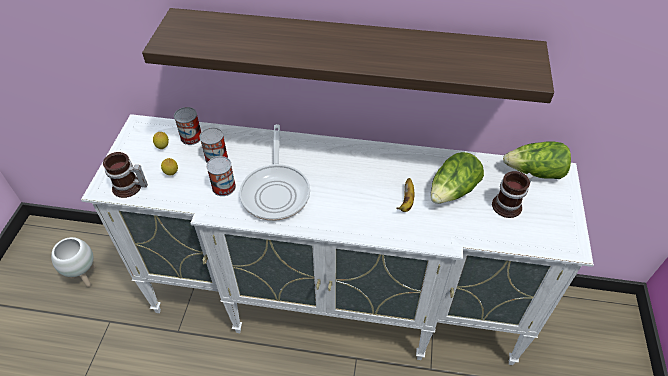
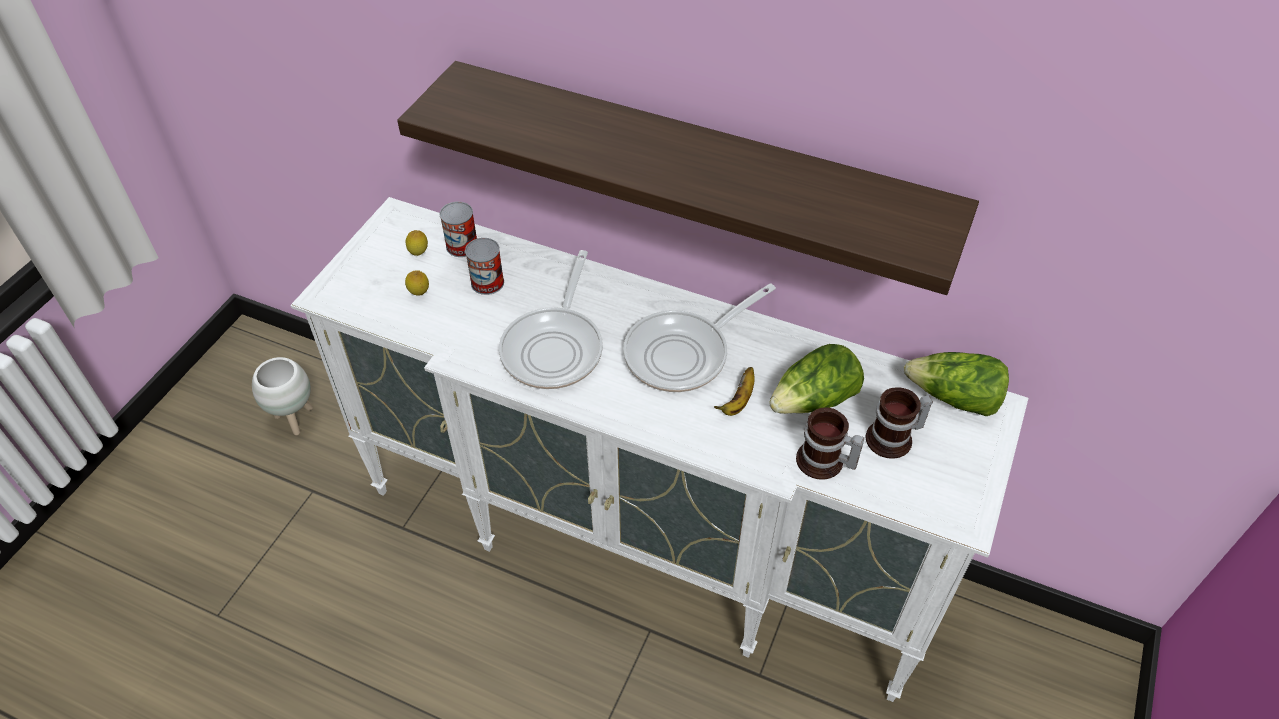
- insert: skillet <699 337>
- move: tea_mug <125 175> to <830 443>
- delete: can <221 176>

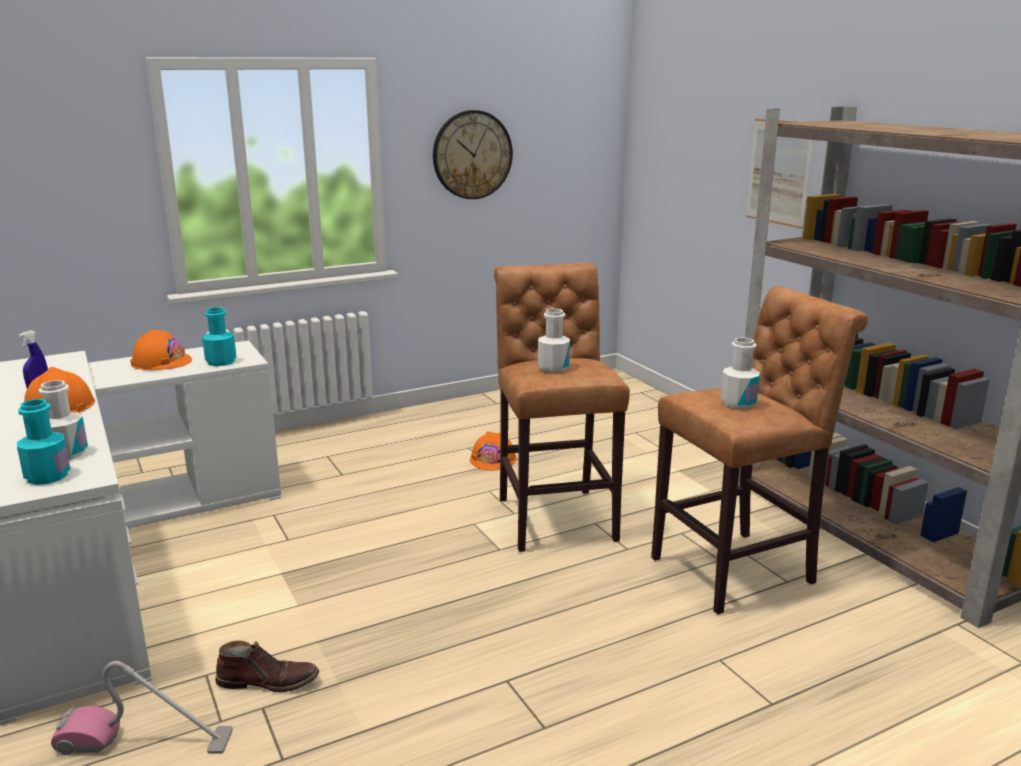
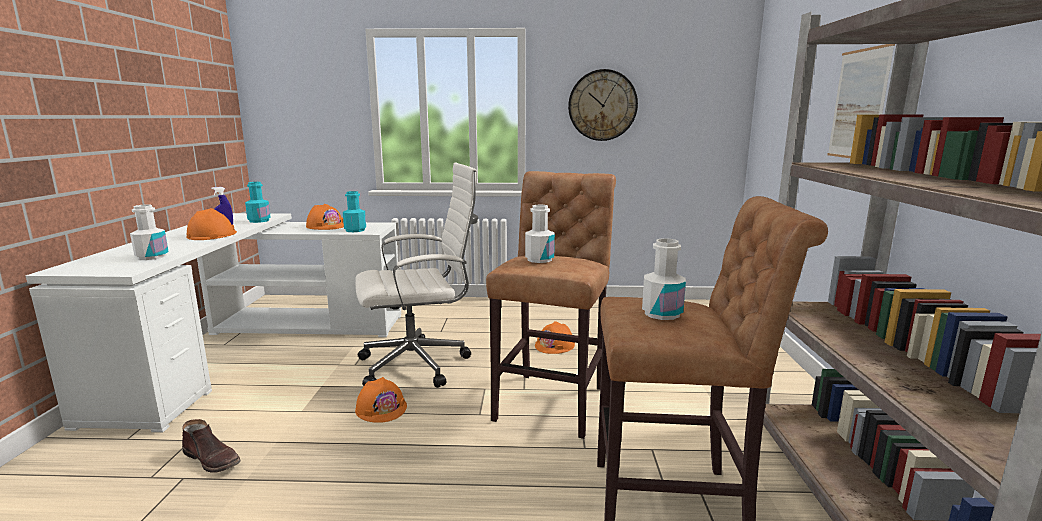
- move: turquoise-coloured_drink_bottle <43 442> to <258 202>
- insert: whitish_office_chair <416 275>
- insert: orangey_work_helmet <381 400>
- delete: vacuum_cleaner <142 708>

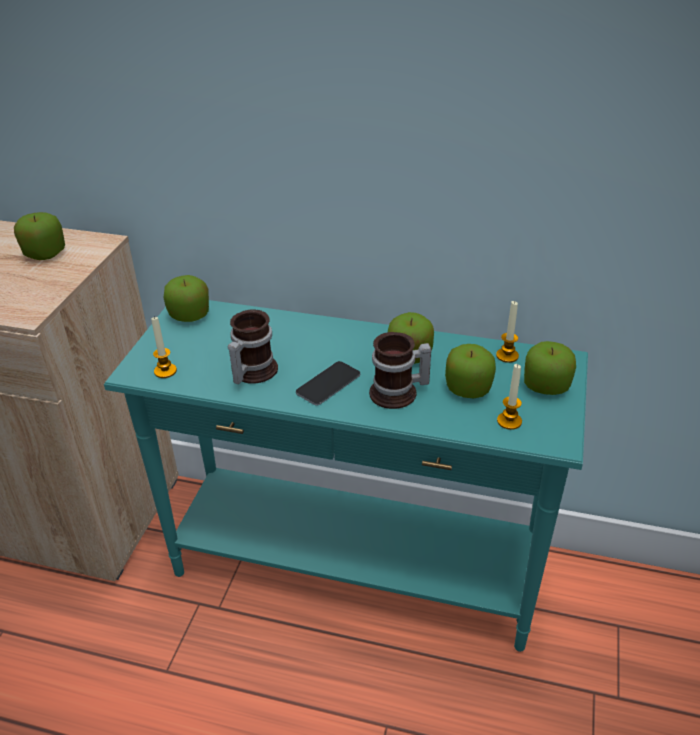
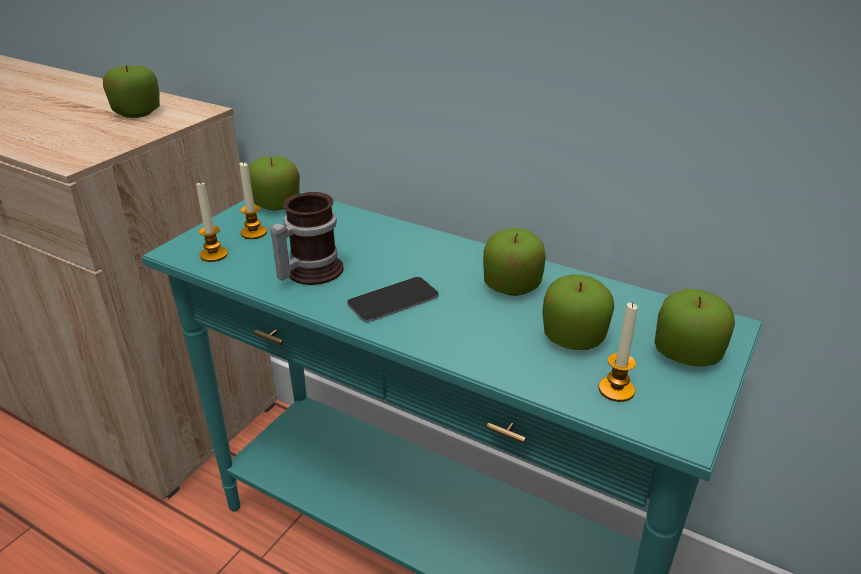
- move: wax_candle <507 332> to <253 200>
- delete: tea_mug <400 370>

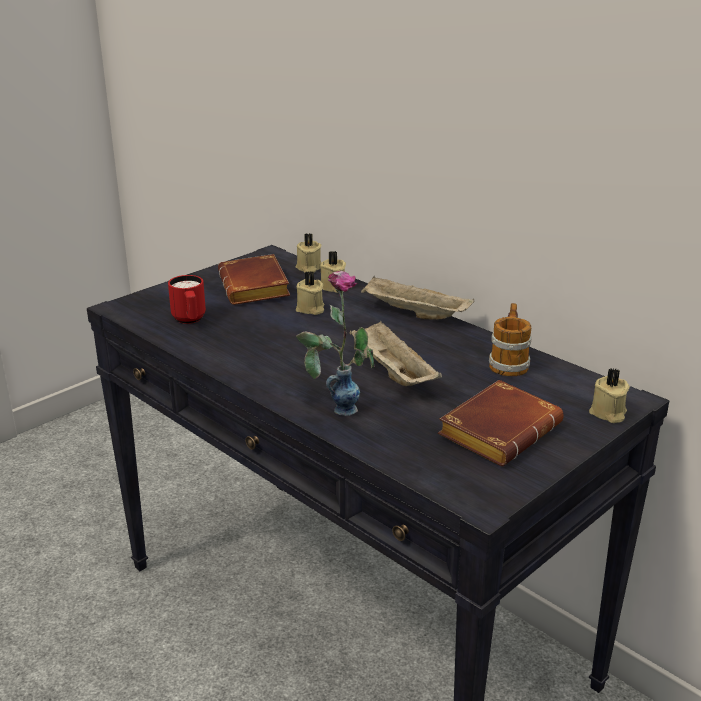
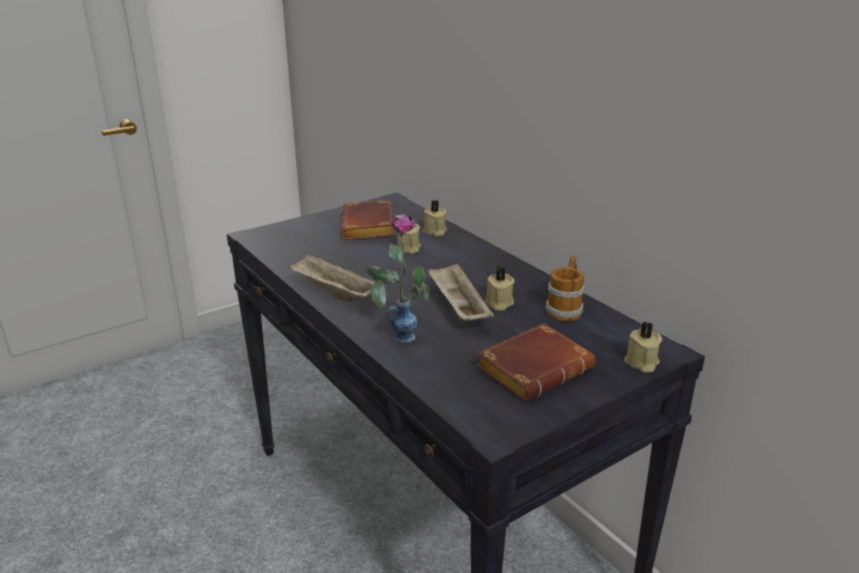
- move: sand-coloured_carrying_tray <417 298> to <331 277>
- move: sand-coloured_wax_candle <308 253> to <500 289>
- delete: reddish_tea_mug <187 299>

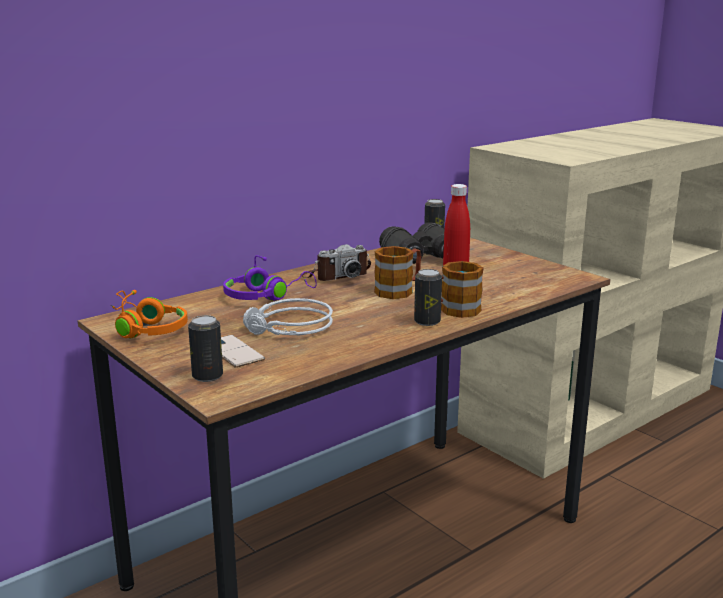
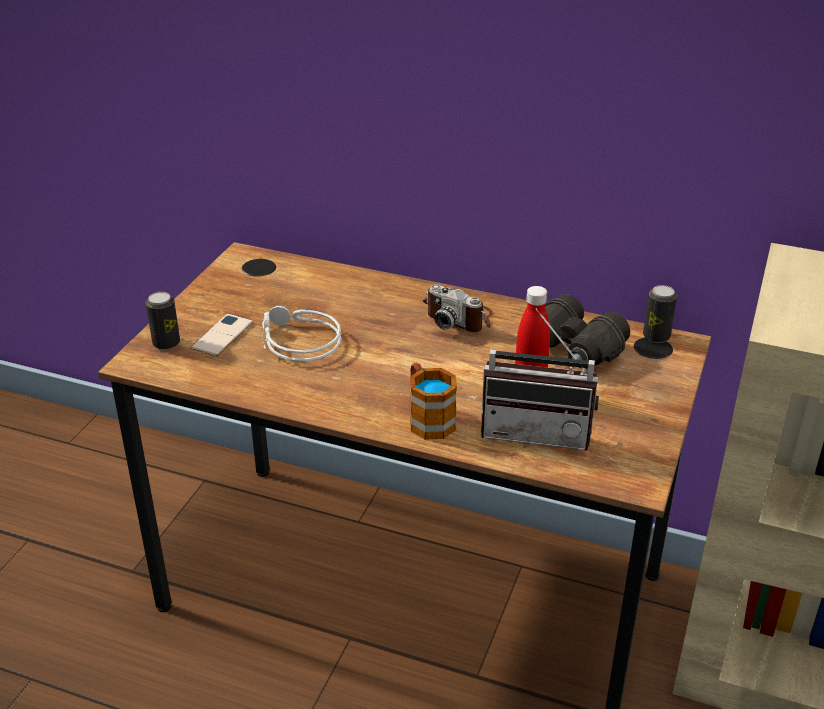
- insert: radio_receiver <540 379>
- delete: orangey_headphones <149 314>
- delete: purple-coloured_headphones <270 278>
- delete: tea_mug <397 272>
- delete: can <428 297>

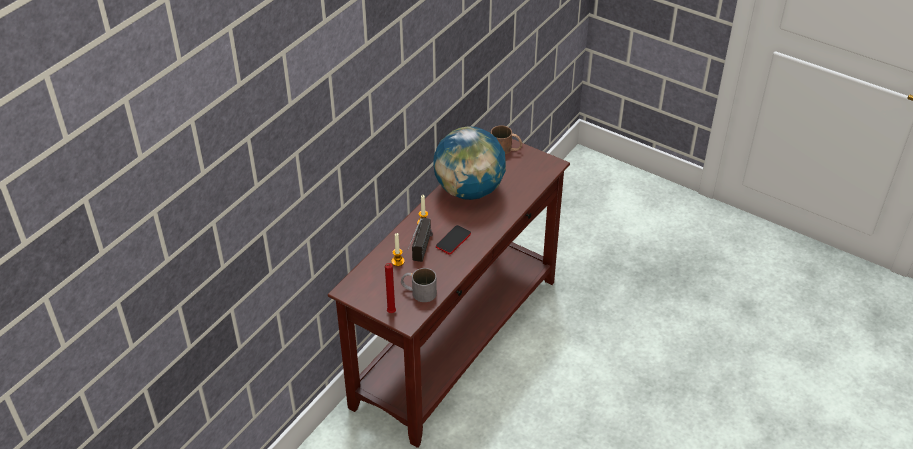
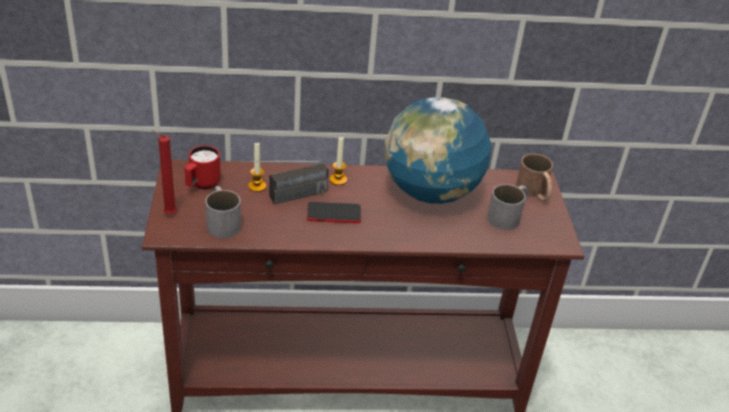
- insert: reddish_tea_mug <202 167>
- insert: gray_tea_mug <507 207>

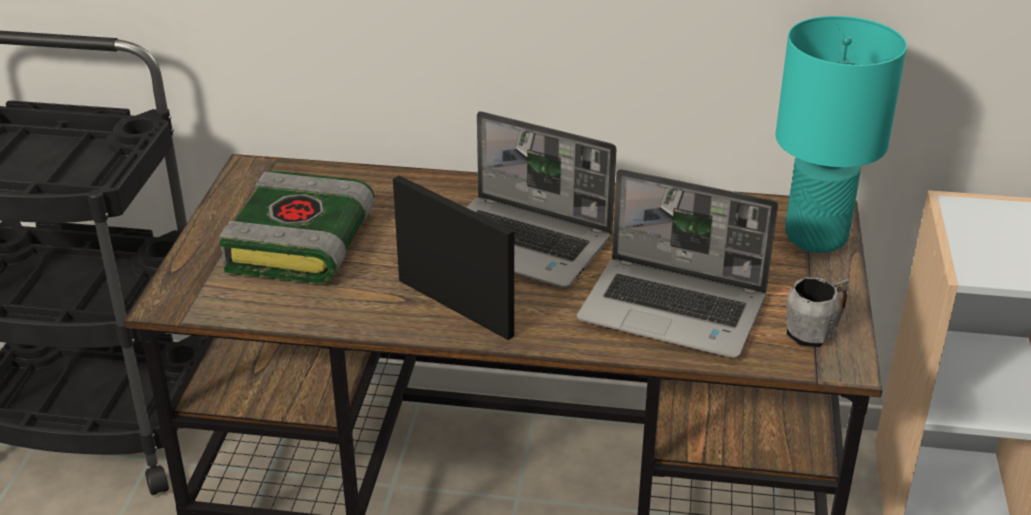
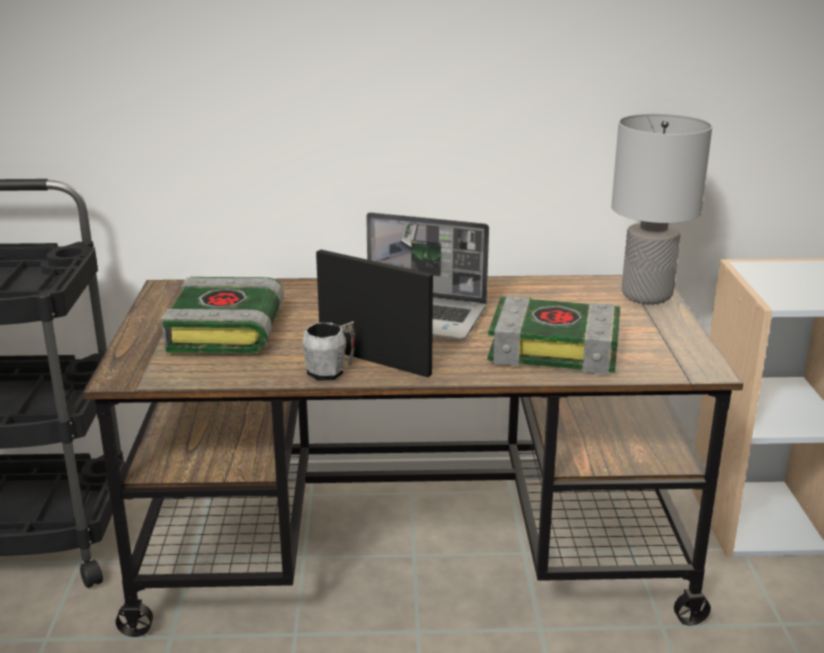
- move: gray_tea_mug <818 312> to <328 350>
- replace: laptop <677 263> to book <553 335>
- recolor: turquoise-coloured_tabletop_lamp <841 134> to gray_tabletop_lamp <661 209>

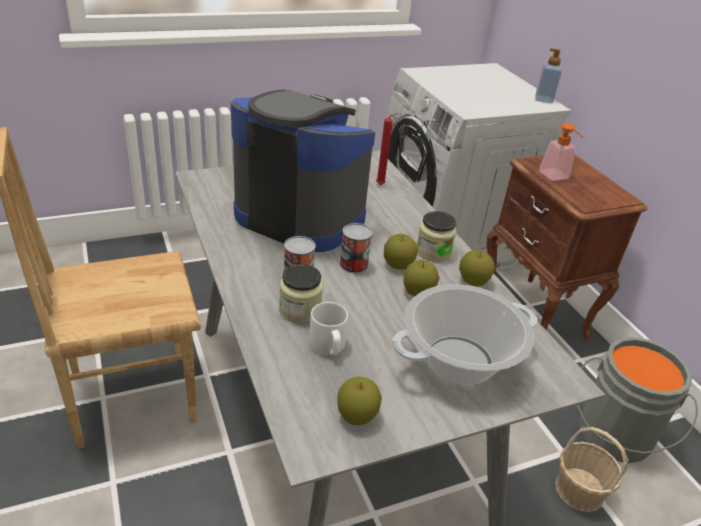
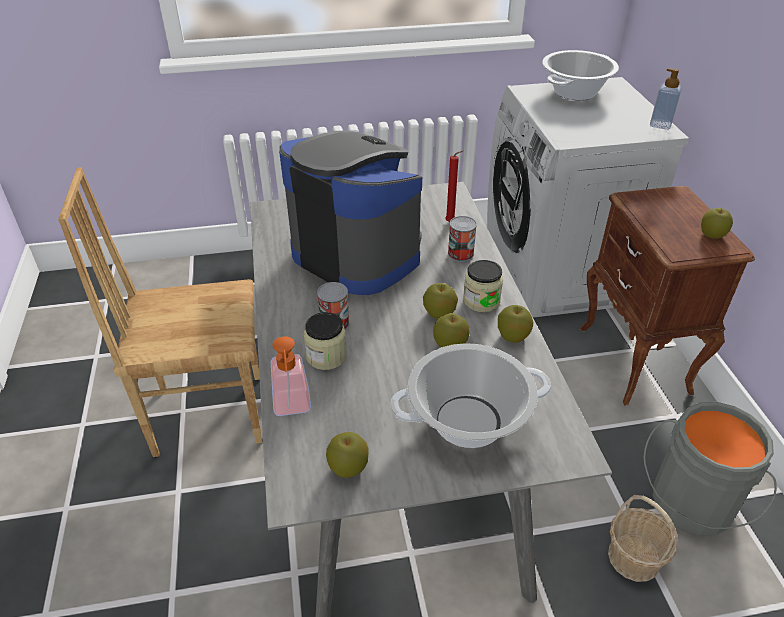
- move: soap_bottle <561 152> to <291 376>
- move: can <356 248> to <462 239>
- insert: saucepot <580 75>
- insert: apple_fruit <717 223>
- delete: whitish_tea_mug <328 328>

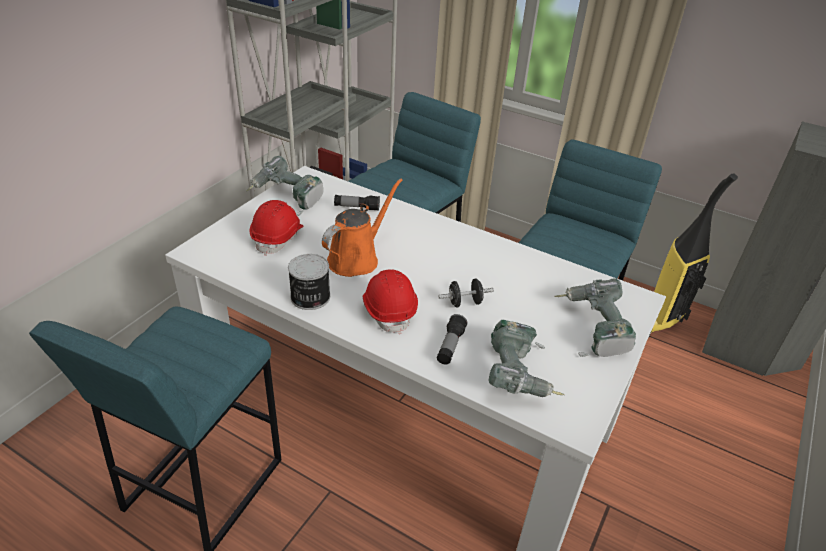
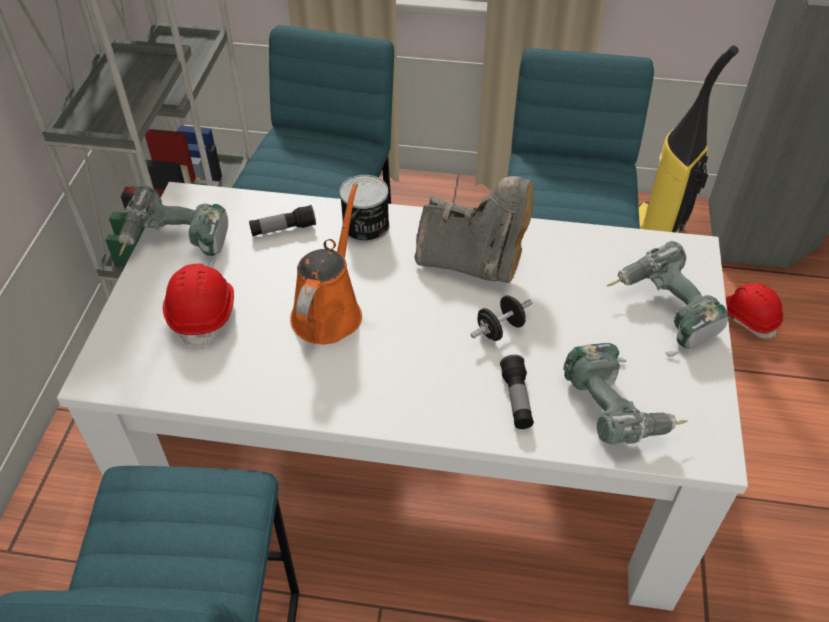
- move: can <309 282> to <364 209>
- insert: gray_high-top_boot <474 229>
- move: reddish_work_helmet <390 301> to <754 311>

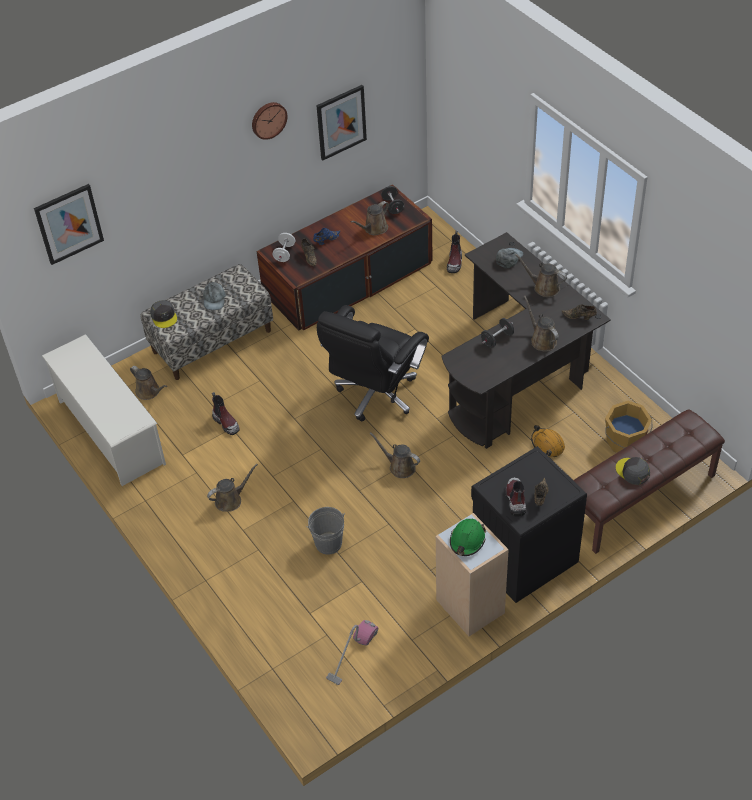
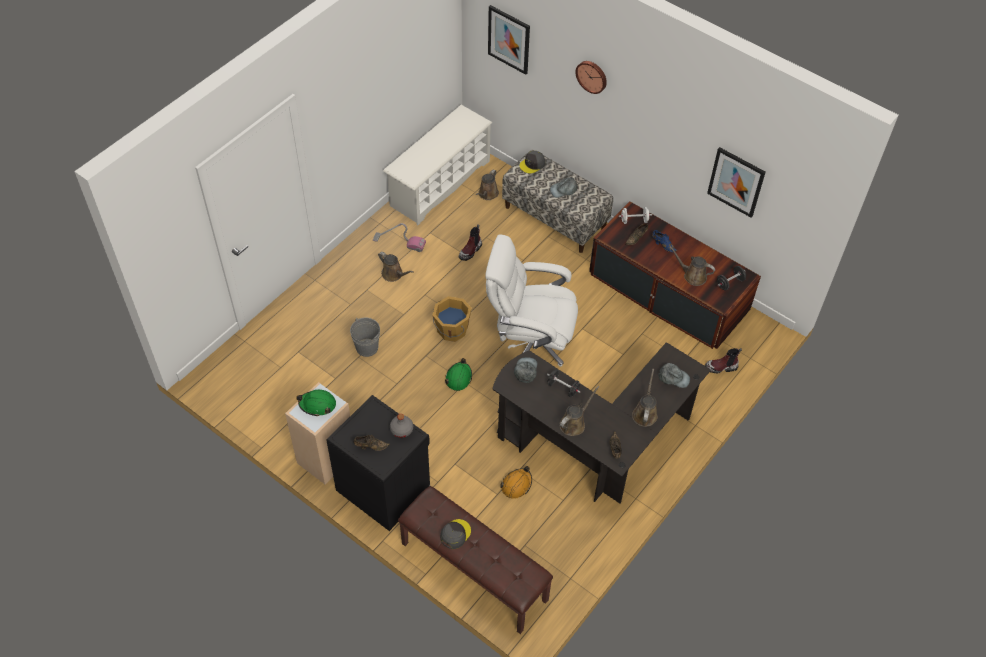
- move: vacuum_cleaner <352 652> to <399 237>
- insert: gray_drink_bottle <401 426>
- move: orangey_bucket <628 427> to <451 319>
- replace: brown_sprinkling_can <394 455> to greenish_work_helmet <458 374>
- recolor: black_office_chair <373 363> to whitish_office_chair <531 300>
- insert: gray_peaked_cap <525 370>
- move: wall_clock <270 121> to <591 77>
- delete: high-top_boot <515 496>

